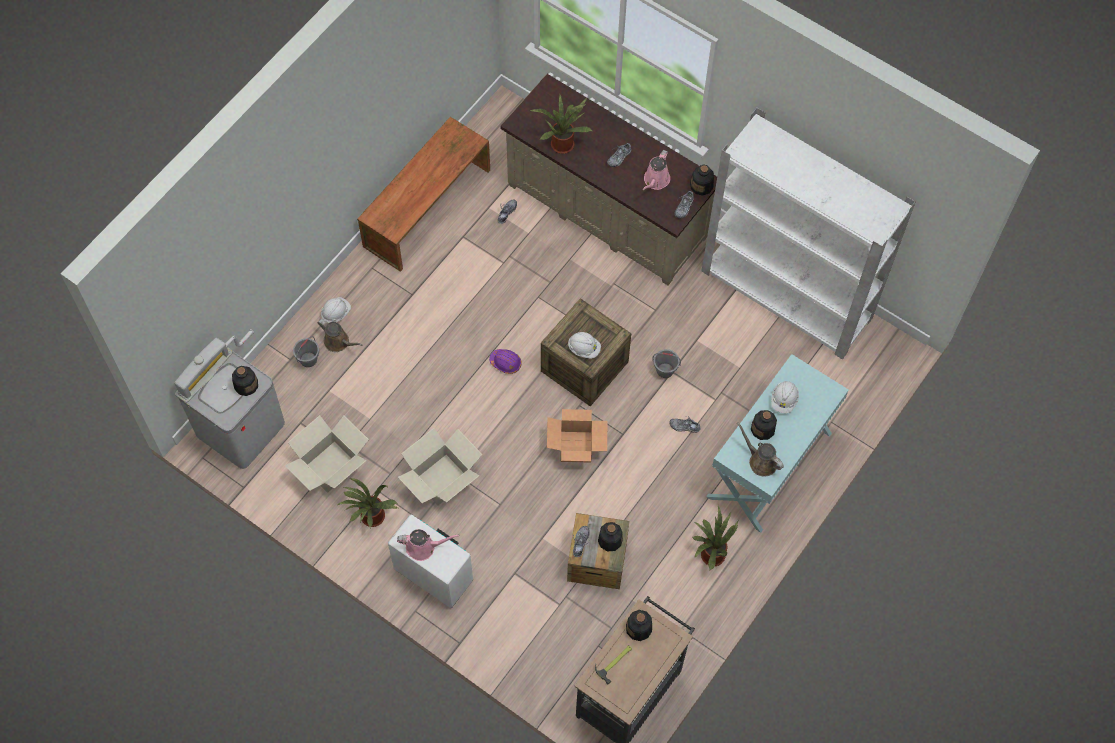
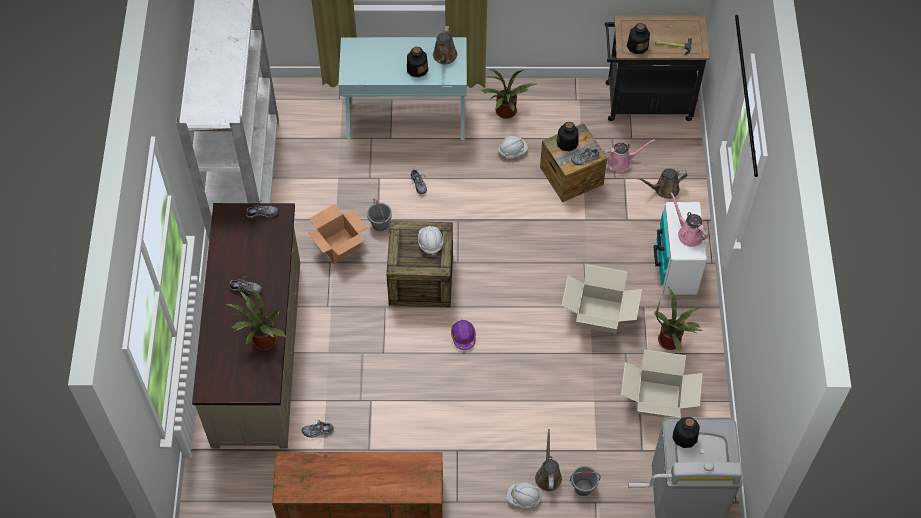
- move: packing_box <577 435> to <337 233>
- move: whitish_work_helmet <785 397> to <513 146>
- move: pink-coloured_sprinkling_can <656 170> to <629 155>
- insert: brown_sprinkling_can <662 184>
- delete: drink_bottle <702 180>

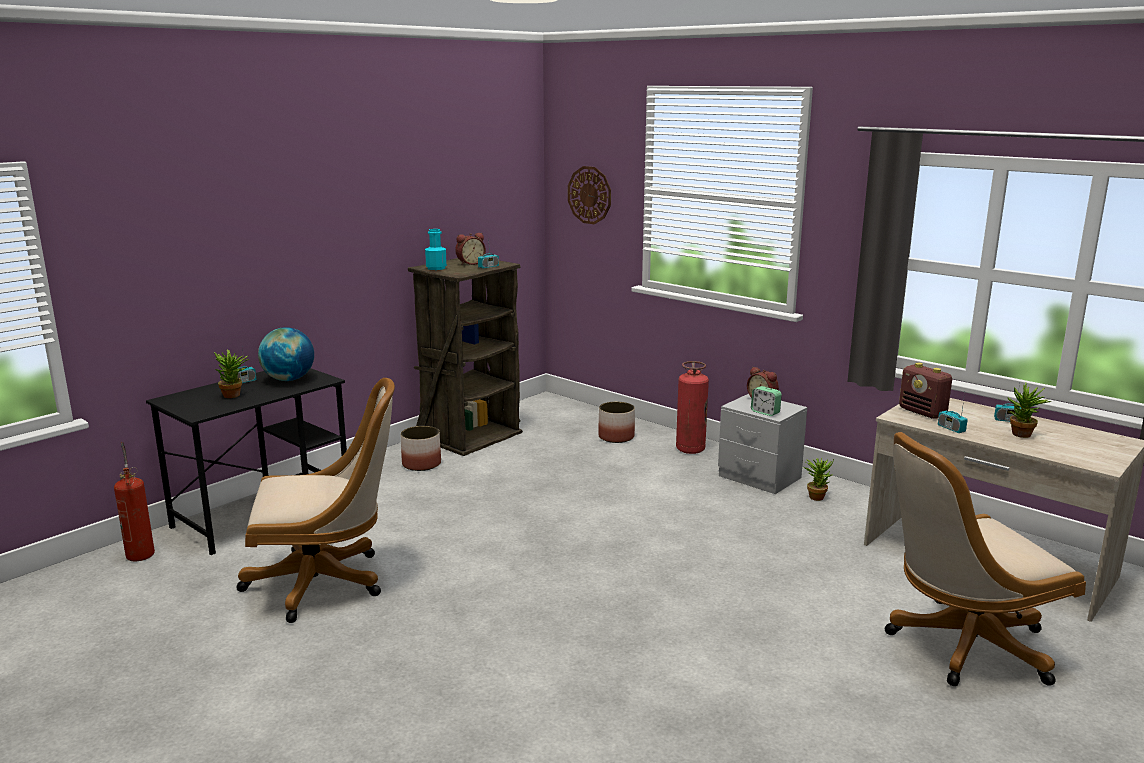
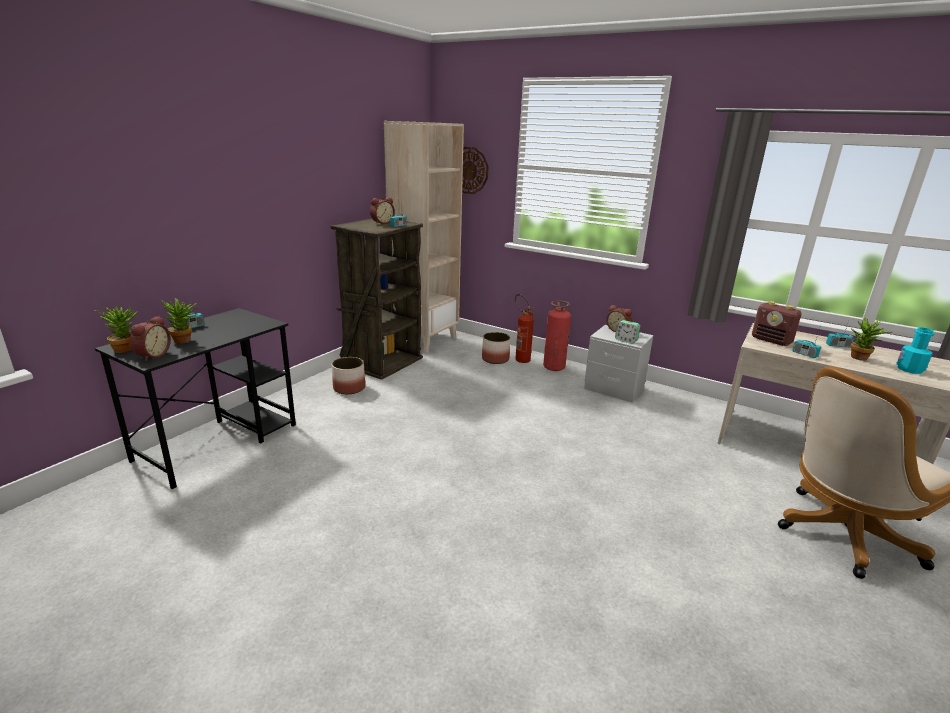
- move: potted_plant <819 479> to <116 330>
- insert: bedside_clock <150 338>
- insert: sand-coloured_shelving_unit <424 237>
- move: extinguisher <134 501> to <524 328>
- move: turquoise-coloured_drink_bottle <436 249> to <915 350>
- delete: office_chair <315 500>
- delete: globe <286 354>

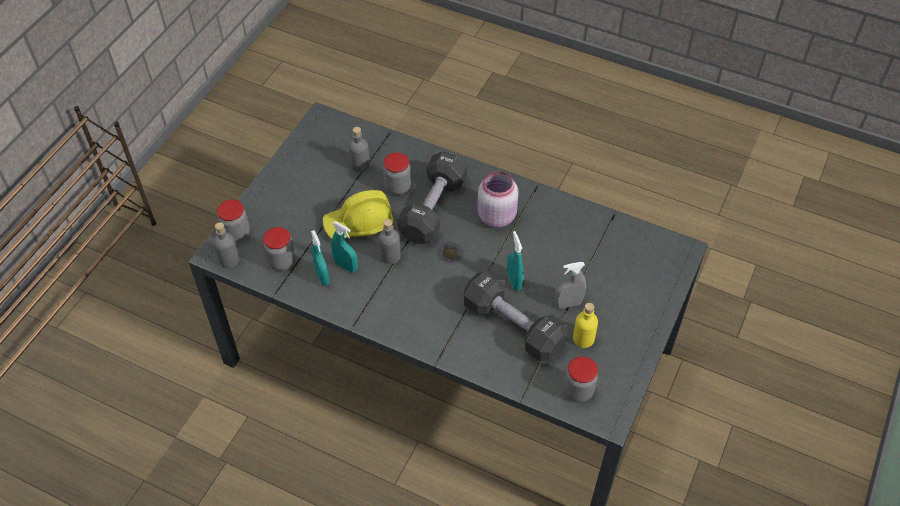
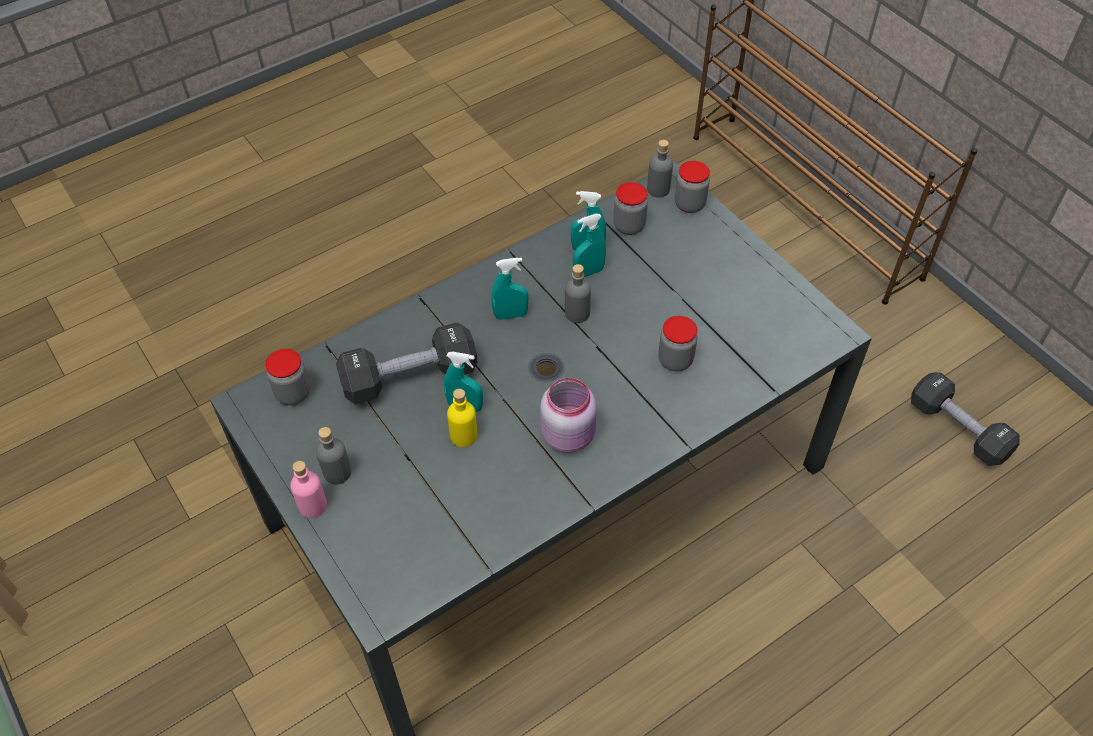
- insert: pink-coloured_drink_bottle <308 489>
- move: gray_drink_bottle <359 149> to <333 456>
- move: yellow_drink_bottle <585 325> to <462 418>
- insert: turquoise-coloured_spray_bottle <510 289>
- move: black_hand_weight <432 197> to <965 419>
- delete: yellow_work_helmet <358 214>
- delete: gray_spray_bottle <570 285>

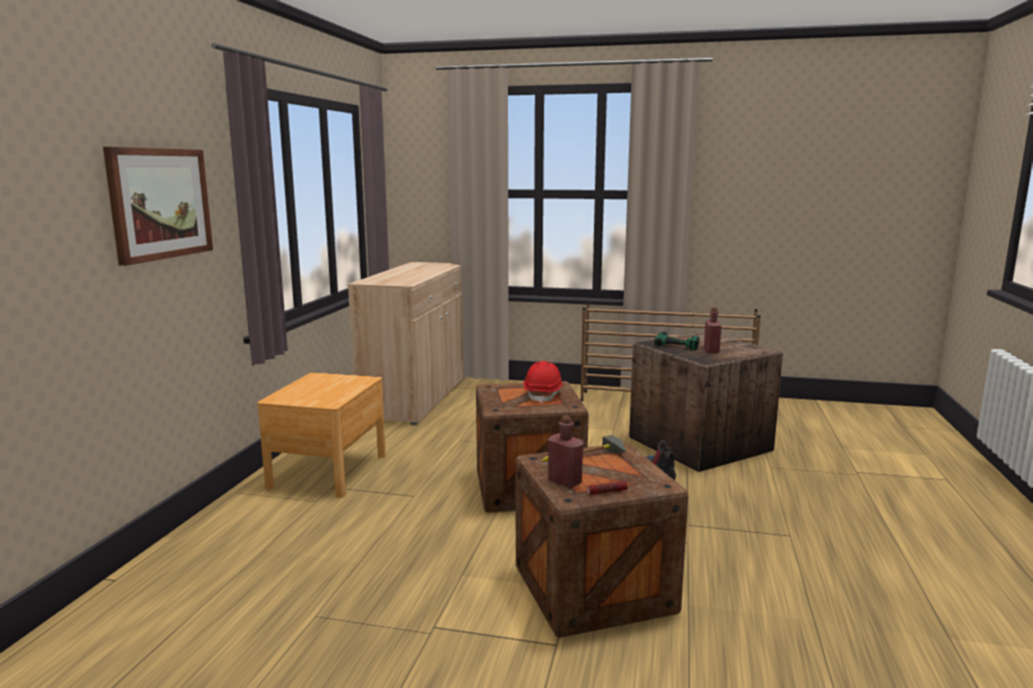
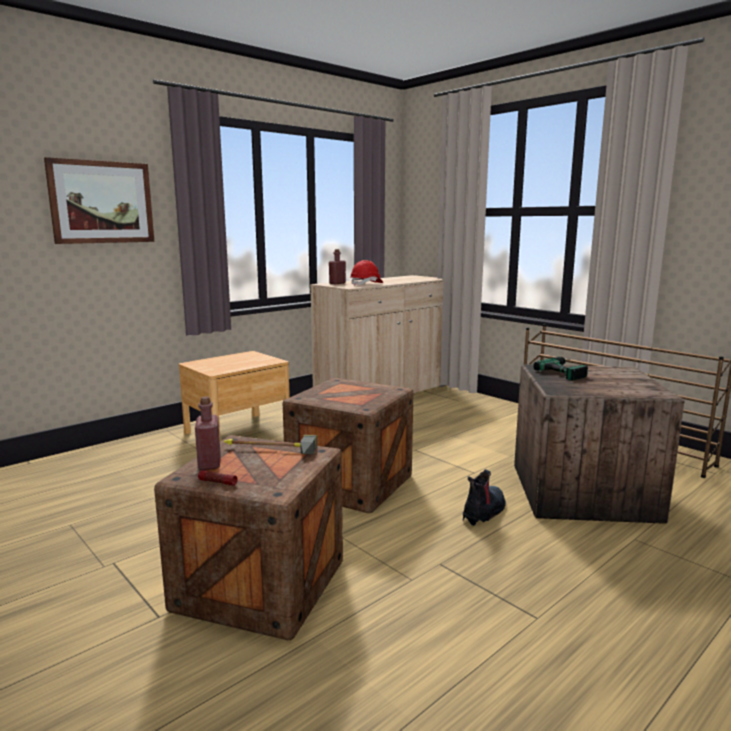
- move: reddish_drink_bottle <713 330> to <337 266>
- move: reddish_work_helmet <543 382> to <366 273>

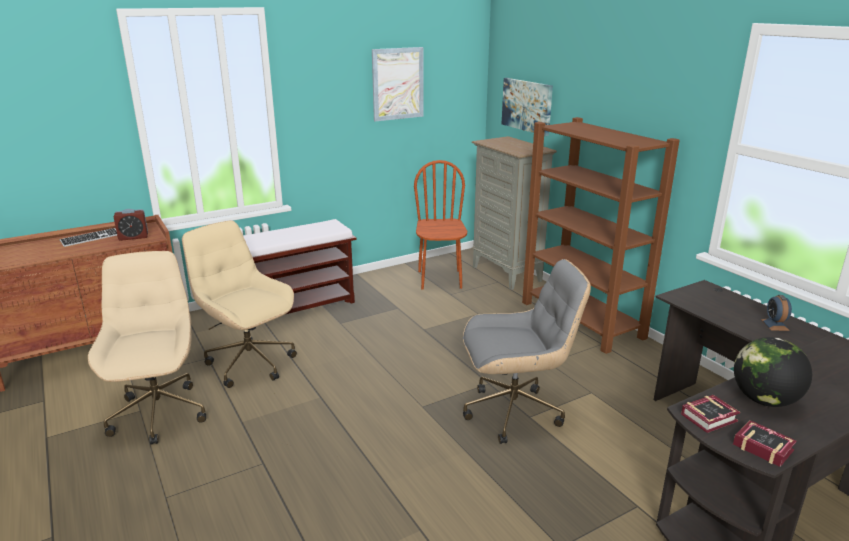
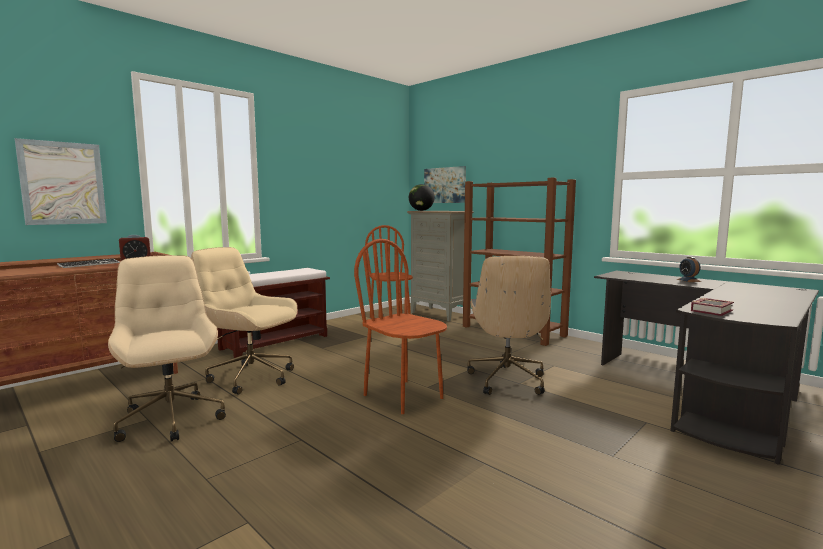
- move: wall_art <398 84> to <61 181>
- insert: brown_chair <400 326>
- move: globe <773 372> to <422 197>
- rotate: gray_office_chair <527 351> = <509 325> 120 degrees clockwise
- delete: book <765 443>

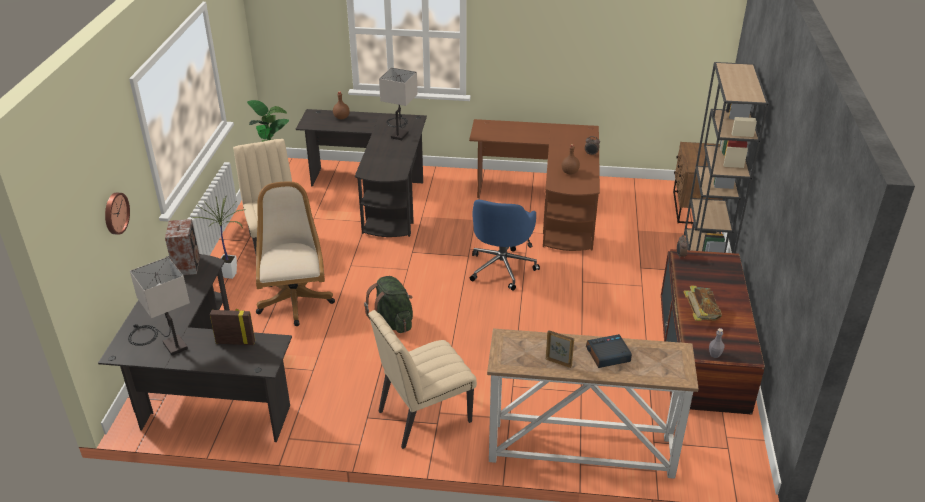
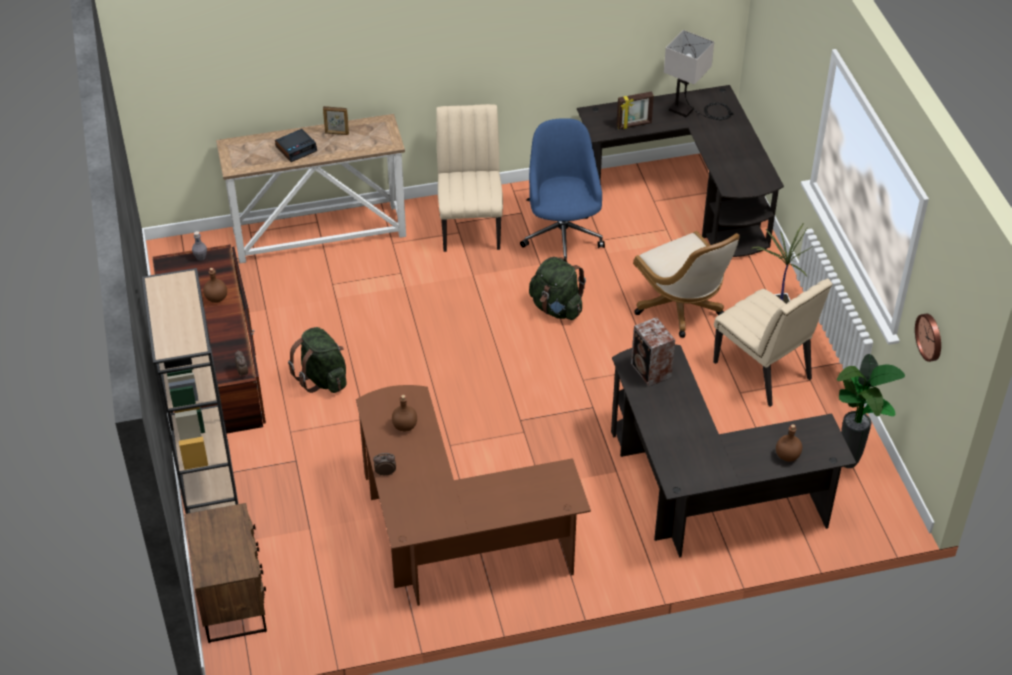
- replace: book <702 303> to brown_drink_bottle <215 285>
- insert: greenish_knapsack <317 360>
- rotate: sand-coloured_chair <422 379> = <469 178> 45 degrees counterclockwise
- move: blue_office_chair <505 245> to <562 189>
- move: loudspeaker <182 247> to <653 351>
- move: wall_clock <117 214> to <928 337>
- delete: tabletop_lamp <398 103>

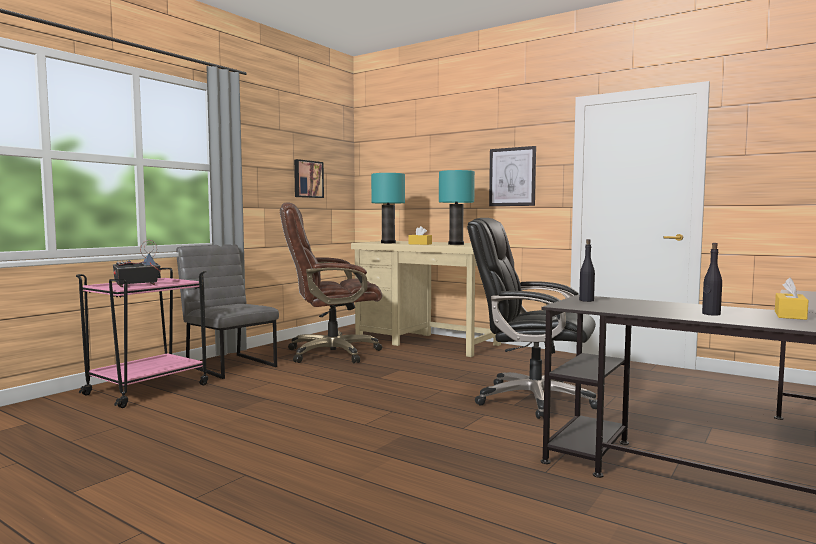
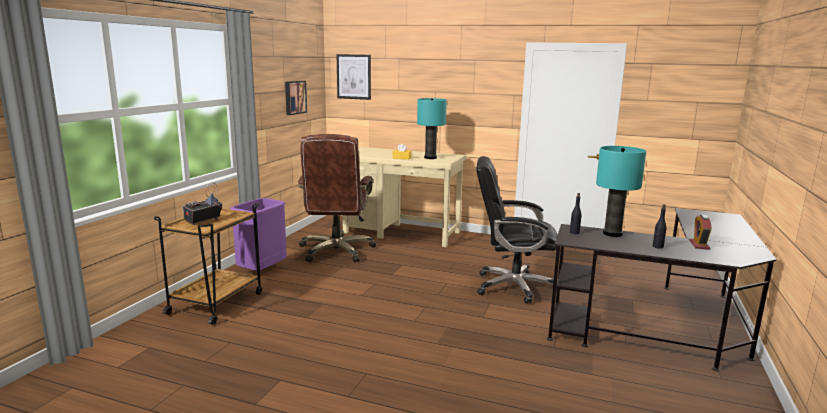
- recolor: pink-coloured_cart <142 338> to brown_cart <208 261>
- replace: gray_chair <227 311> to purple-coloured_waste_bin <258 234>
- rotate: brown_office_chair <331 282> = <337 198> 60 degrees counterclockwise
- move: wall_art <512 176> to <354 77>
- move: turquoise-coloured_tabletop_lamp <388 208> to <621 191>
- replace: yellow_tissue_holder <792 299> to bedside_clock <701 232>

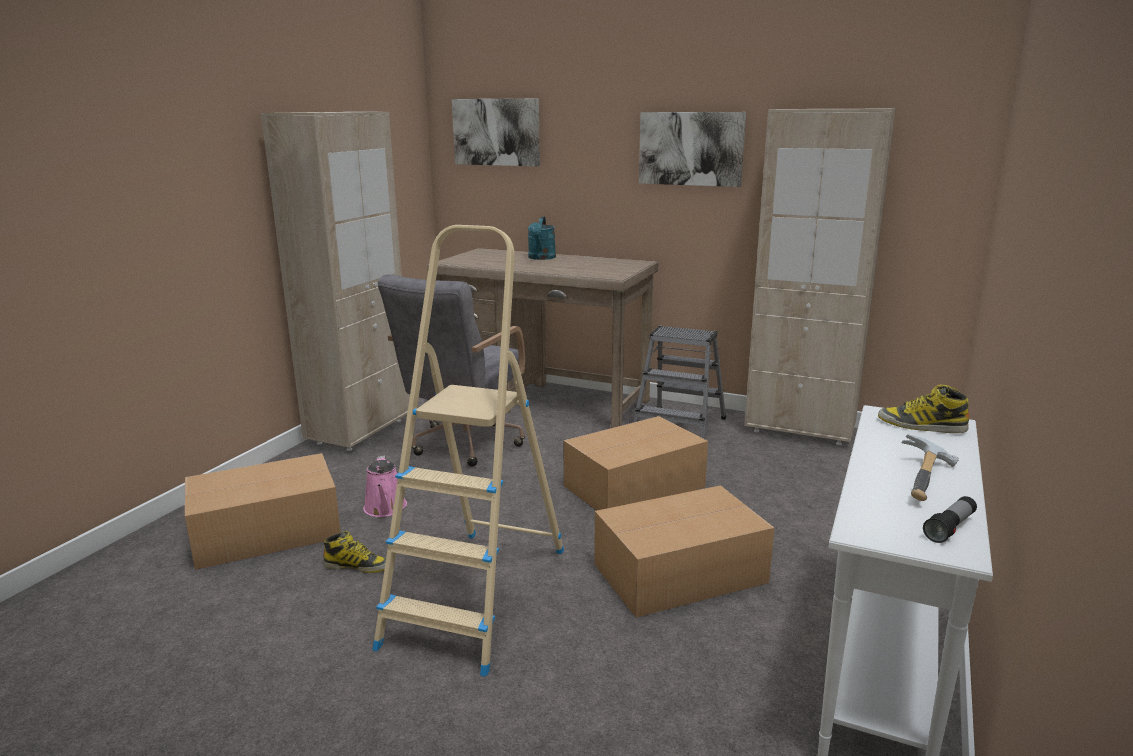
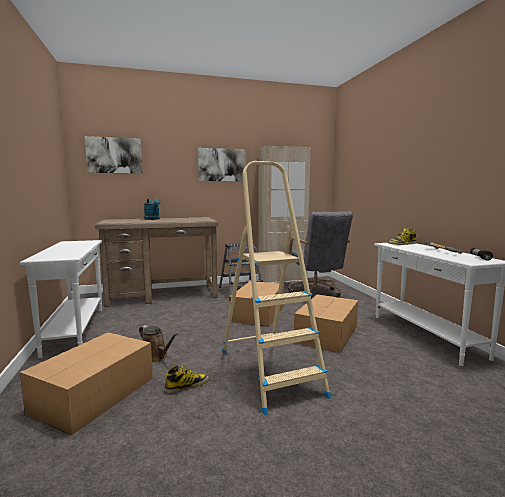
- replace: sand-coloured_storage_cabinet <335 281> to whitish_hall_table <61 299>
- recolor: pink-coloured_sprinkling_can <385 486> to brown_sprinkling_can <158 344>
- move: gray_office_chair <452 370> to <320 255>

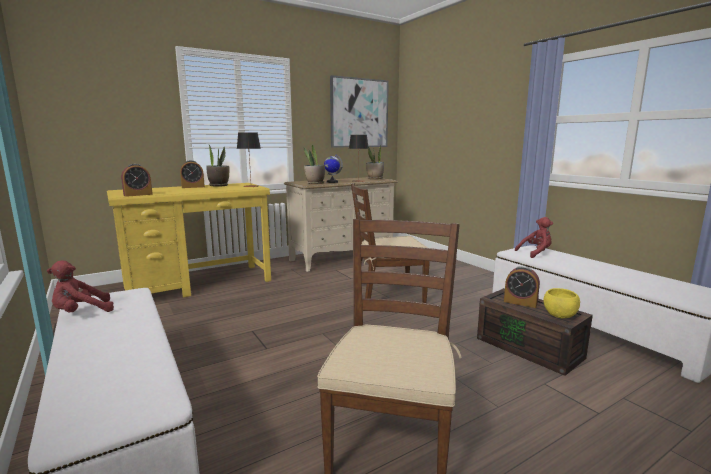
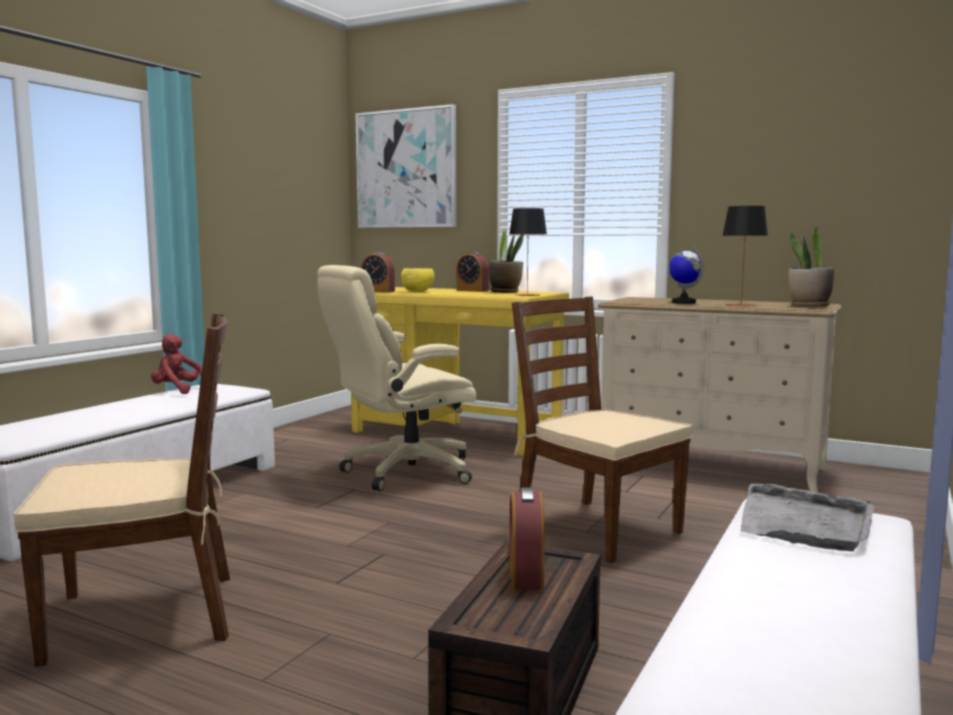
- insert: sand-coloured_office_chair <396 378>
- move: wall_art <359 111> to <406 166>
- move: yellow_bowl <561 303> to <418 280>
- replace: reddish_plush_toy <534 237> to gray_carrying_tray <807 517>
- delete: potted_plant <314 164>

